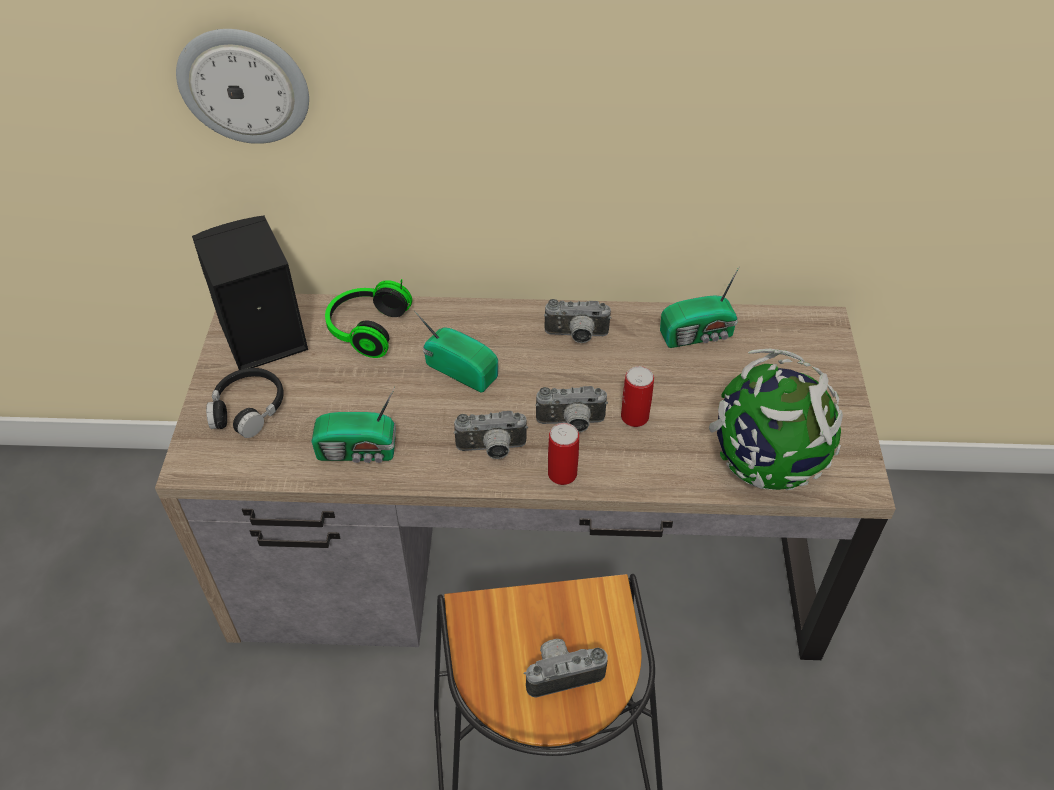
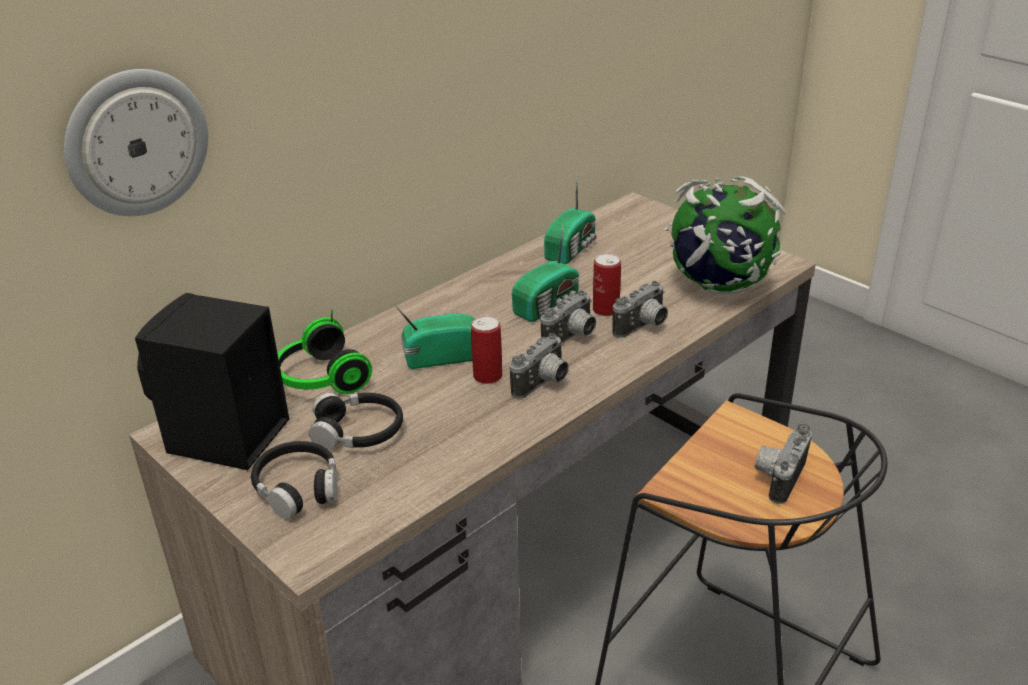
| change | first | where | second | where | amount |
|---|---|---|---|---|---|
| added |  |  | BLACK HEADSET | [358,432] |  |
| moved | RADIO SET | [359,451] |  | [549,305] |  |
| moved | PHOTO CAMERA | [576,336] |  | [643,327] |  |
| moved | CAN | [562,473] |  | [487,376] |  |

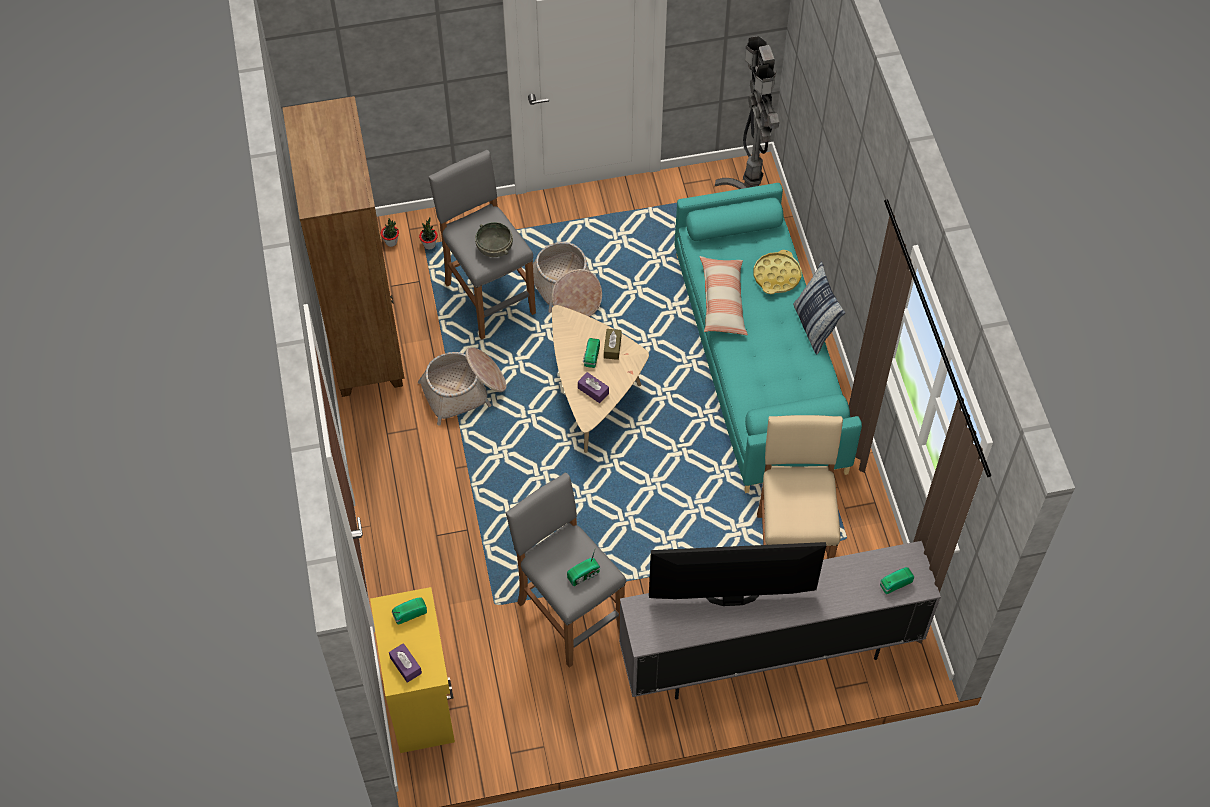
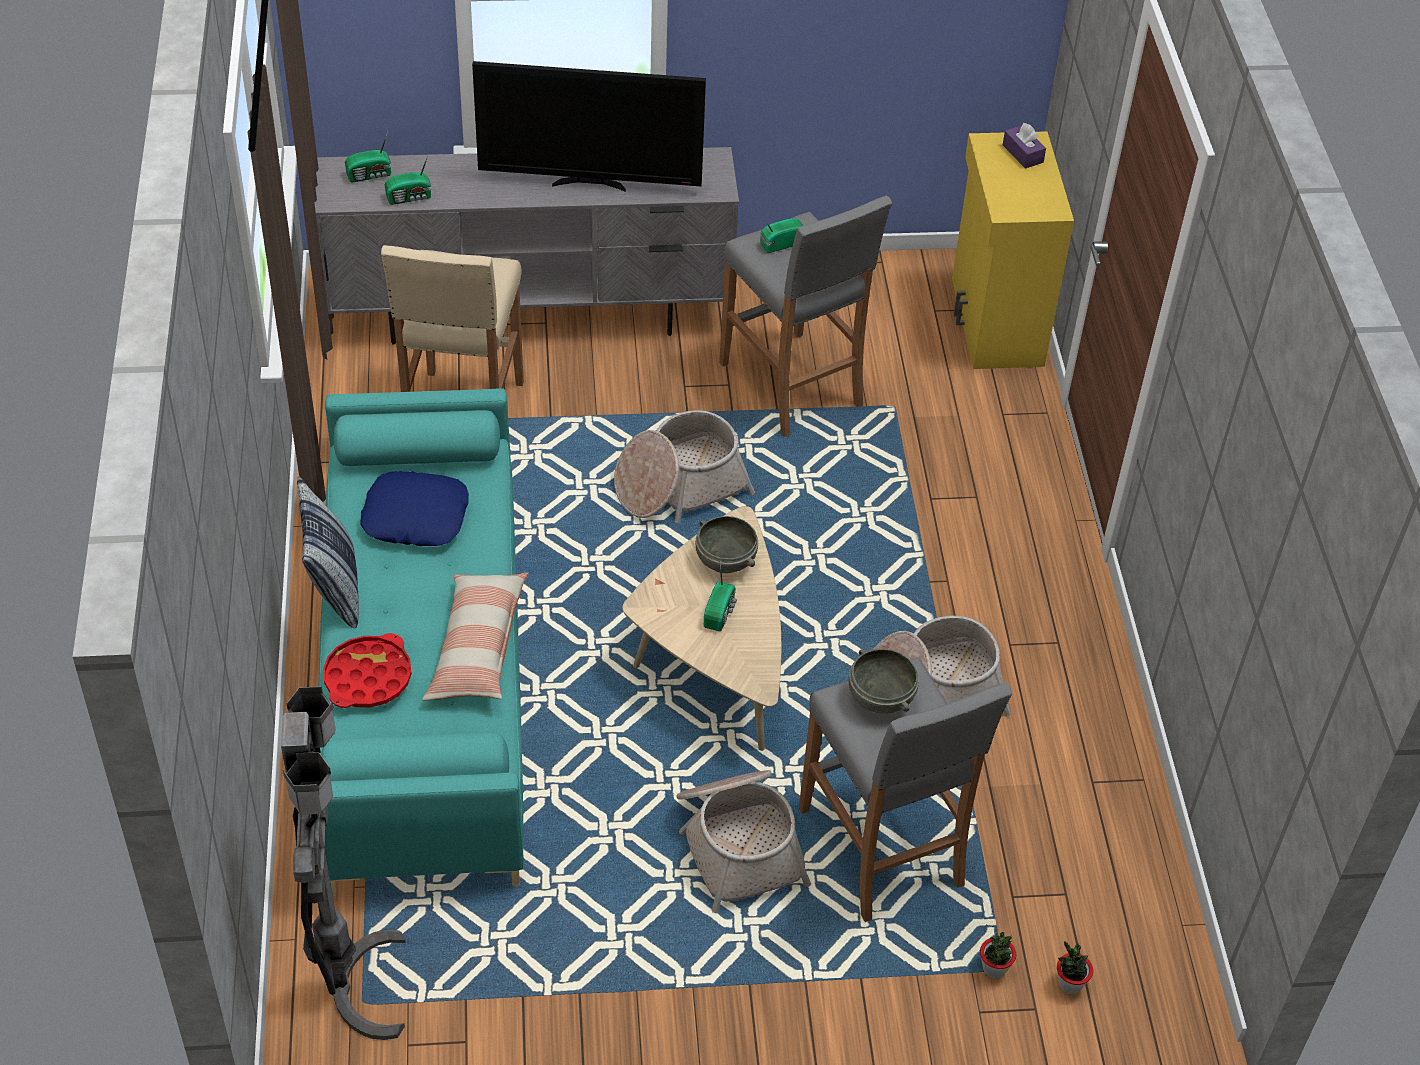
| change | first | where | second | where | amount |
|---|---|---|---|---|---|
| removed | BROWN SHELVING UNIT | [365,339] |  |  |  |
| removed | BROWN TISSUE BOX | [612,347] |  |  |  |
| added |  |  | BLUE CUSHION | [416,516] |  |
| added |  |  | STORAGE BASKET | [679,485] |  |
| moved | RADIO SET | [408,613] |  | [410,197] |  |
| replaced | PURPLE-COLOURED TISSUE BOX | [593,391] | GREY SERVING BOWL | [724,561] |  |
| recoloured | YELLOWISH TRAY | [777,276] | REDDISH TRAY | [368,677] |  |

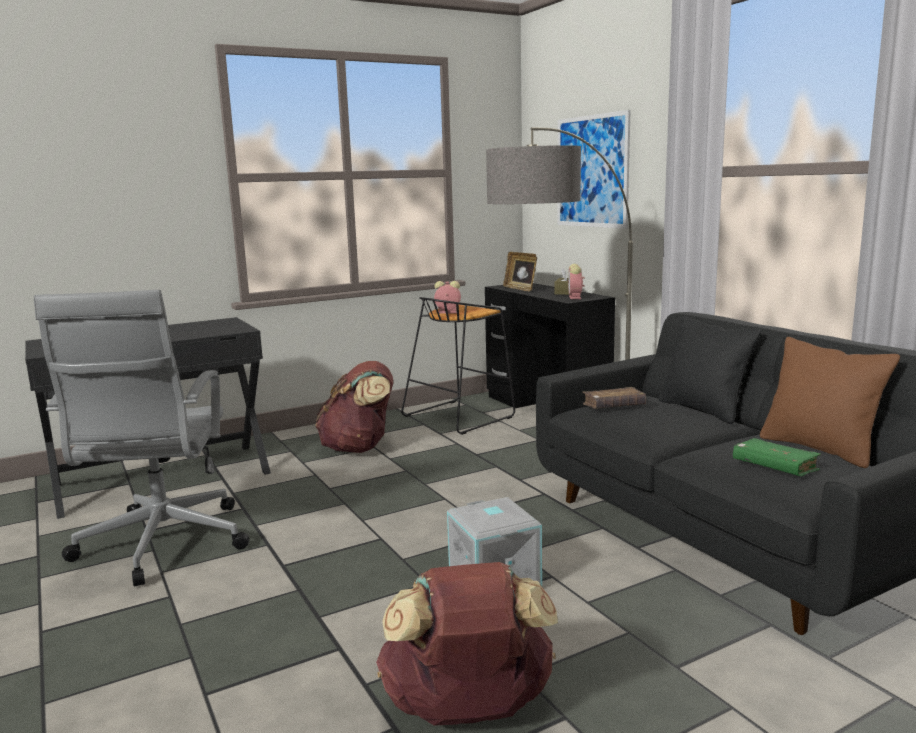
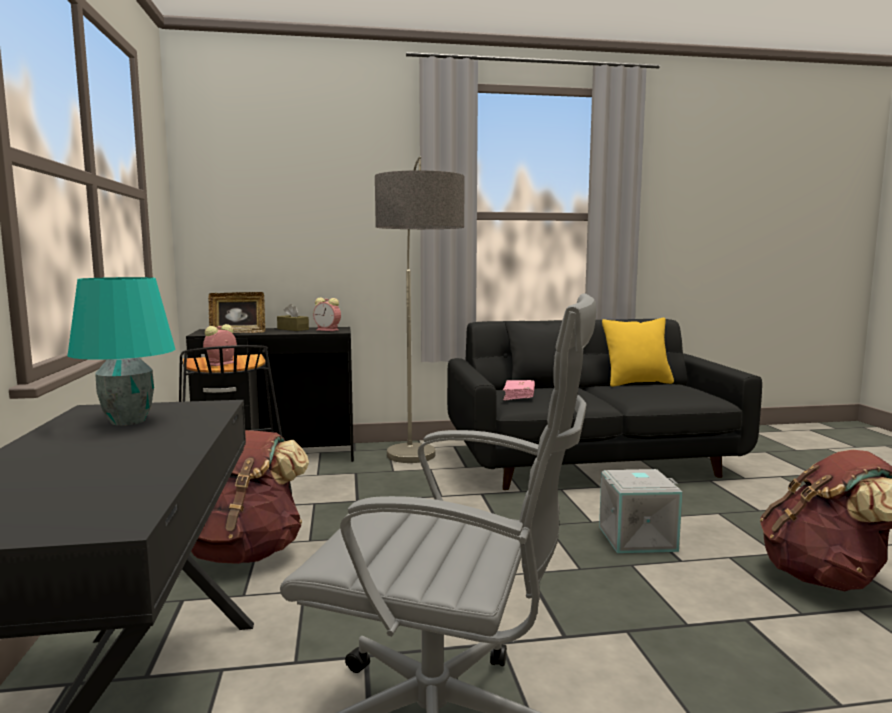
| change | first | where | second | where | amount |
|---|---|---|---|---|---|
| removed | WALL ART | [592,171] |  |  |  |
| removed | GREEN-COLOURED VOLUME | [774,467] |  |  |  |
| added |  |  | TURQUOISE TABLE LAMP | [128,422] |  |
| recoloured | BROWN VOLUME | [613,406] | PINKISH VOLUME | [519,396] |  |
| recoloured | BROWN CUSHION | [819,449] | YELLOWISH CUSHION | [637,383] |  |

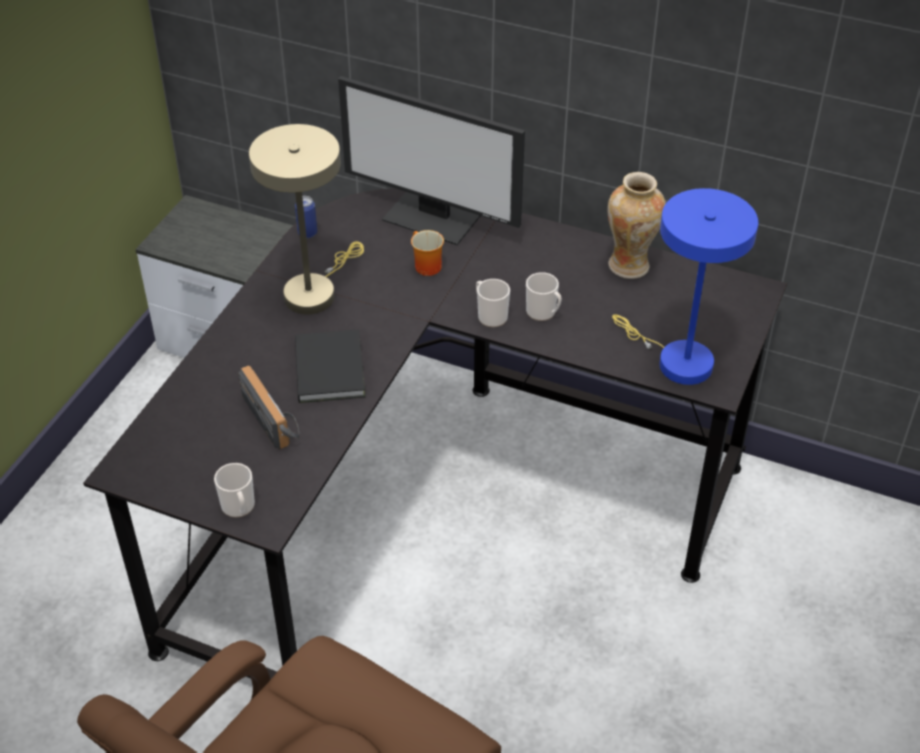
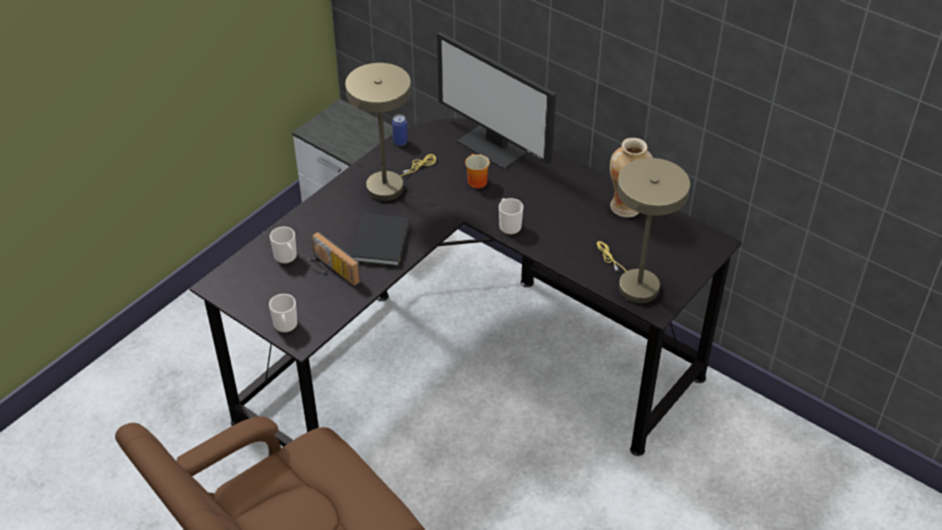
| change | first | where | second | where | amount |
|---|---|---|---|---|---|
| moved | COFFEE MUG | [543,313] |  | [286,257] |  |
| recoloured | BLUE TABLE LAMP | [676,361] | SAND-COLOURED TABLE LAMP | [633,283] |  |
| turned | RADIO SET | [275,419] |  | [330,270] | 150 degrees clockwise |

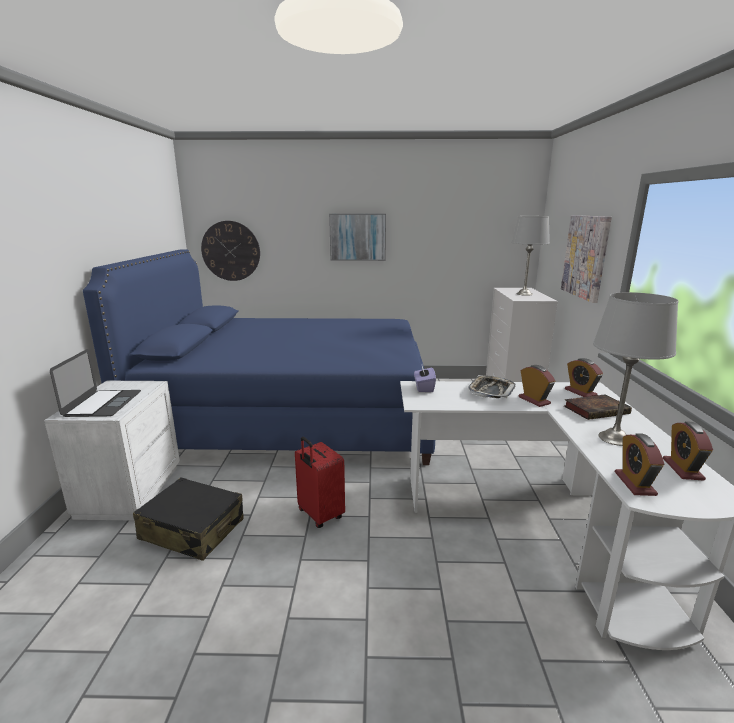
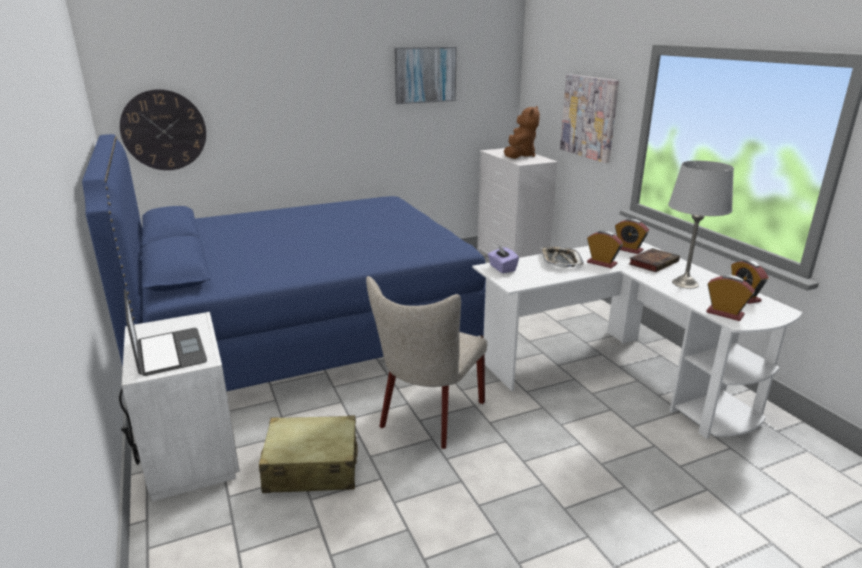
| change | first | where | second | where | amount |
|---|---|---|---|---|---|
| moved | WALL ART | [357,237] |  | [425,75] |  |
| replaced | REDDISH PIECE OF LUGGAGE | [319,515] | SAND-COLOURED CHAIR | [428,417] |  |
| replaced | GREY TABLE LAMP | [524,294] | BROWN PLUSH TOY | [519,156] |  |
| recoloured | BLACK PIECE OF LUGGAGE | [192,529] | SAND-COLOURED PIECE OF LUGGAGE | [311,467] |  |
| turned | TABLE CLOCK | [634,483] |  | [725,314] | 150 degrees clockwise |

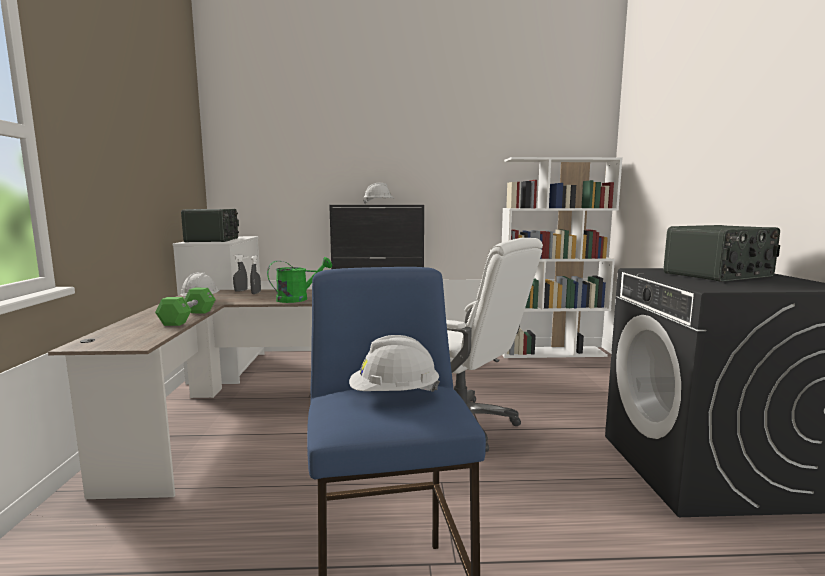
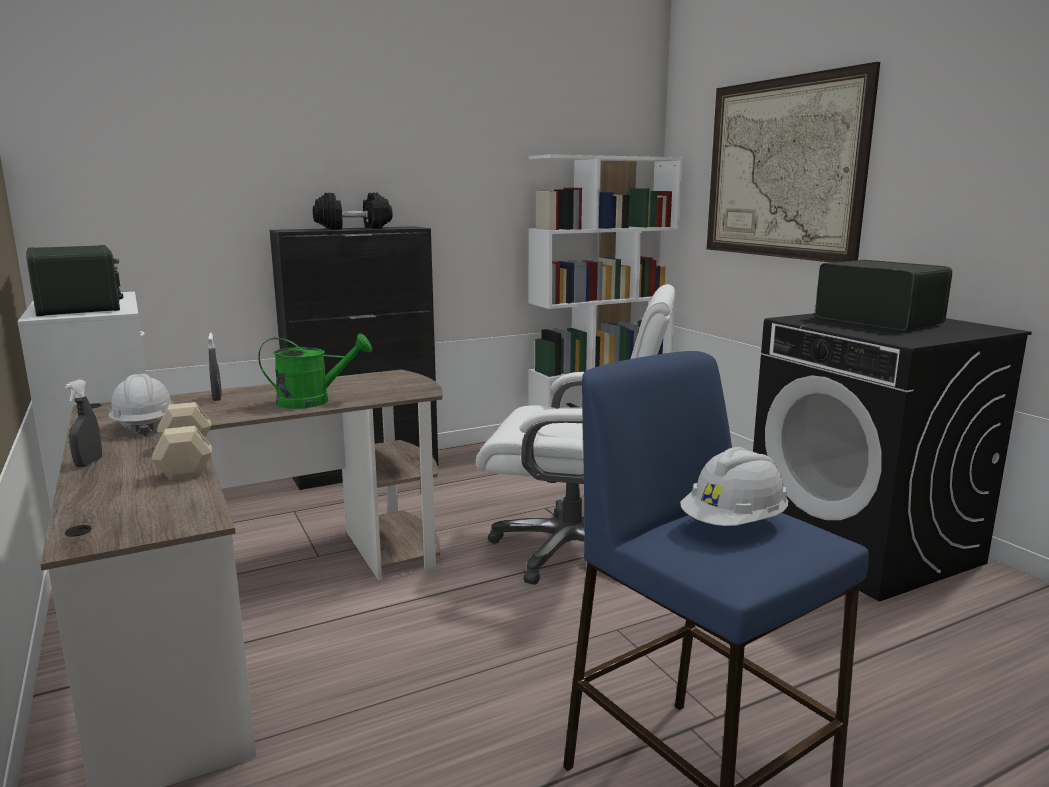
| change | first | where | second | where | amount |
|---|---|---|---|---|---|
| added |  |  | WALL ART | [782,169] |  |
| moved | GREY SPRAYER | [241,290] |  | [89,463] |  |
| replaced | WHITE SAFETY HELMET | [379,204] | BLACK DUMBBELL | [354,228] |  |
| recoloured | GREEN-COLOURED DUMBBELL | [188,317] | SAND-COLOURED DUMBBELL | [186,459] |  |
| turned | GREEN-COLOURED SPRINKLING CAN | [298,299] |  | [313,401] | 45 degrees clockwise |
| turned | RADIO SET | [719,275] |  | [879,321] | 75 degrees counterclockwise |

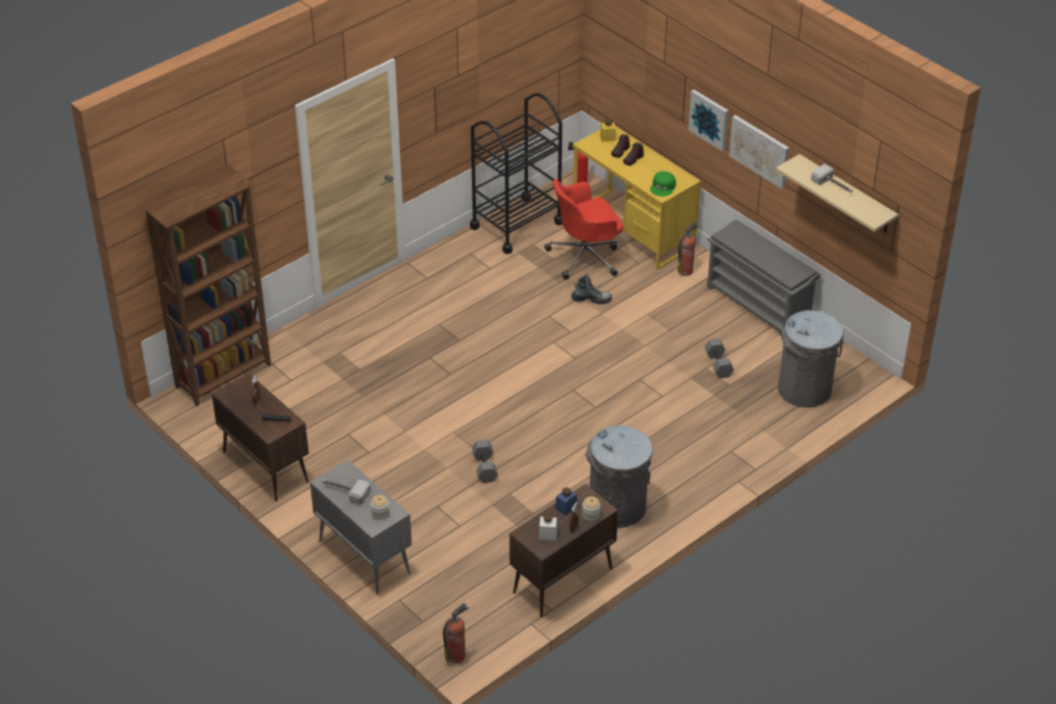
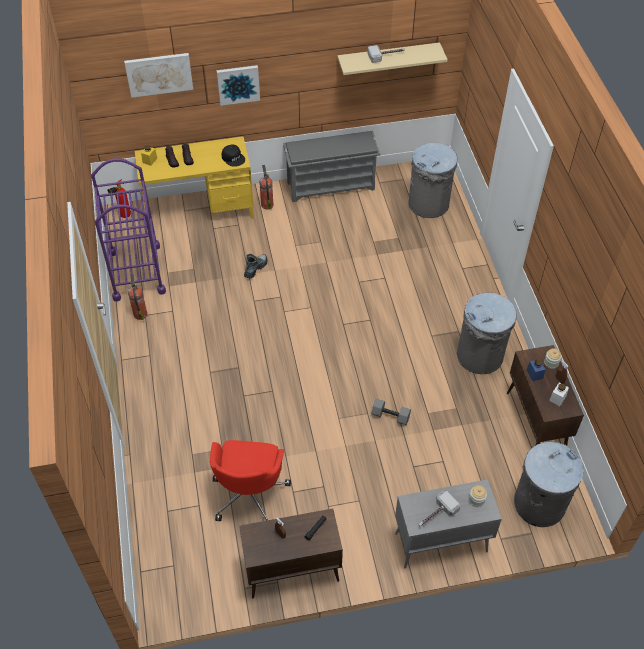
| change | first | where | second | where | amount |
|---|---|---|---|---|---|
| removed | BROWN SHELVING UNIT | [224,376] |  |  |  |
| removed | GREY DUMBBELL | [719,365] |  |  |  |
| added |  |  | GREY TRASH CAN | [539,503] |  |
| moved | FIRE EXTINGUISHER | [457,655] |  | [140,313] |  |
| moved | REDDISH OFFICE CHAIR | [585,257] |  | [249,493] |  |
| moved | WALL ART | [760,150] |  | [159,74] |  |
| recoloured | BLACK TROLLEY | [516,225] | PURPLE-COLOURED TROLLEY | [136,272] |  |
| recoloured | GREEN-COLOURED CAP | [663,187] | BLACK CAP | [233,158] |  |

